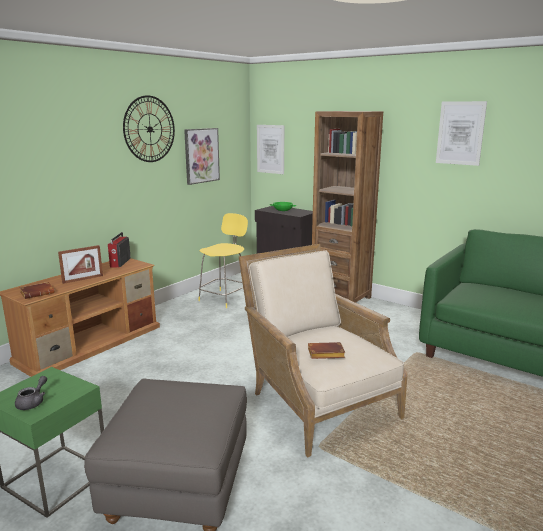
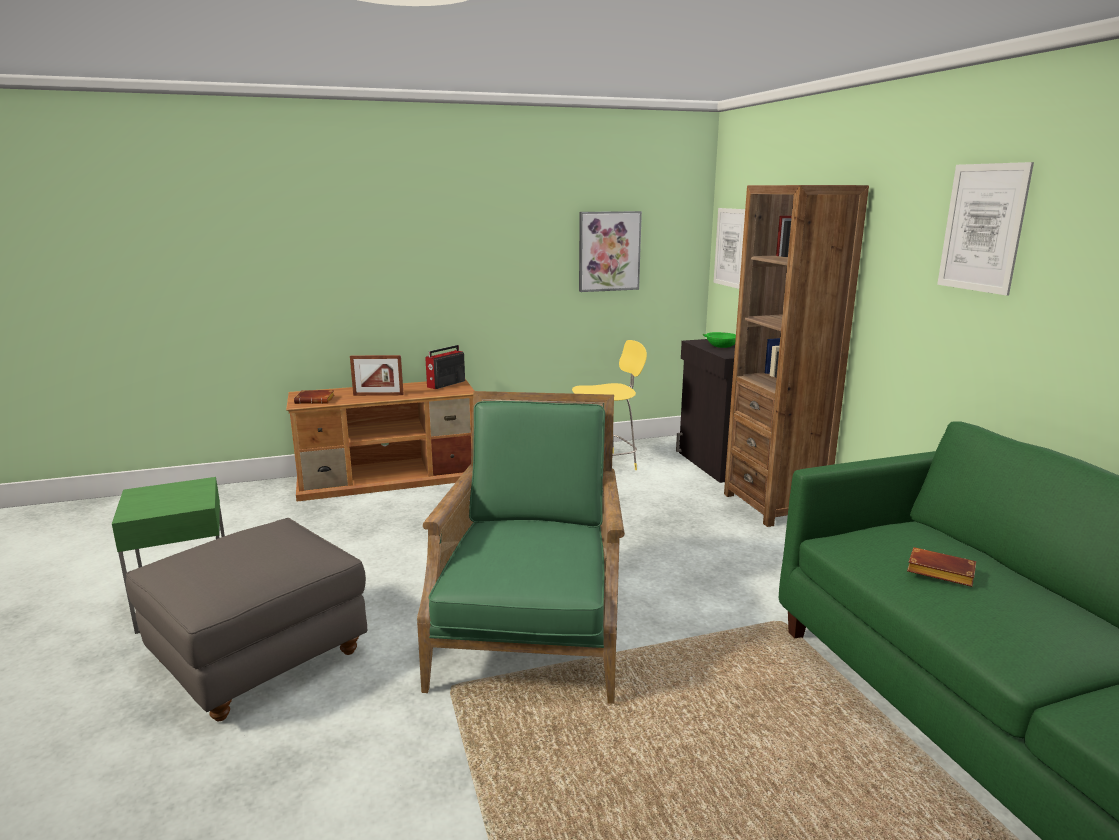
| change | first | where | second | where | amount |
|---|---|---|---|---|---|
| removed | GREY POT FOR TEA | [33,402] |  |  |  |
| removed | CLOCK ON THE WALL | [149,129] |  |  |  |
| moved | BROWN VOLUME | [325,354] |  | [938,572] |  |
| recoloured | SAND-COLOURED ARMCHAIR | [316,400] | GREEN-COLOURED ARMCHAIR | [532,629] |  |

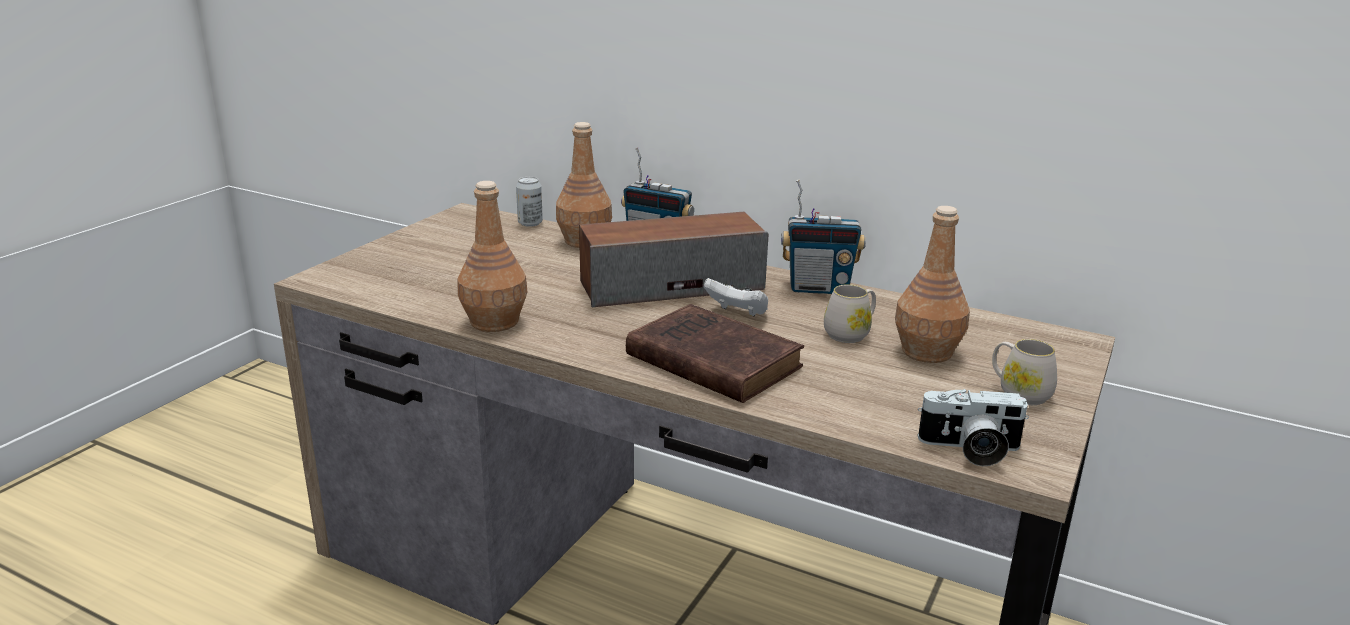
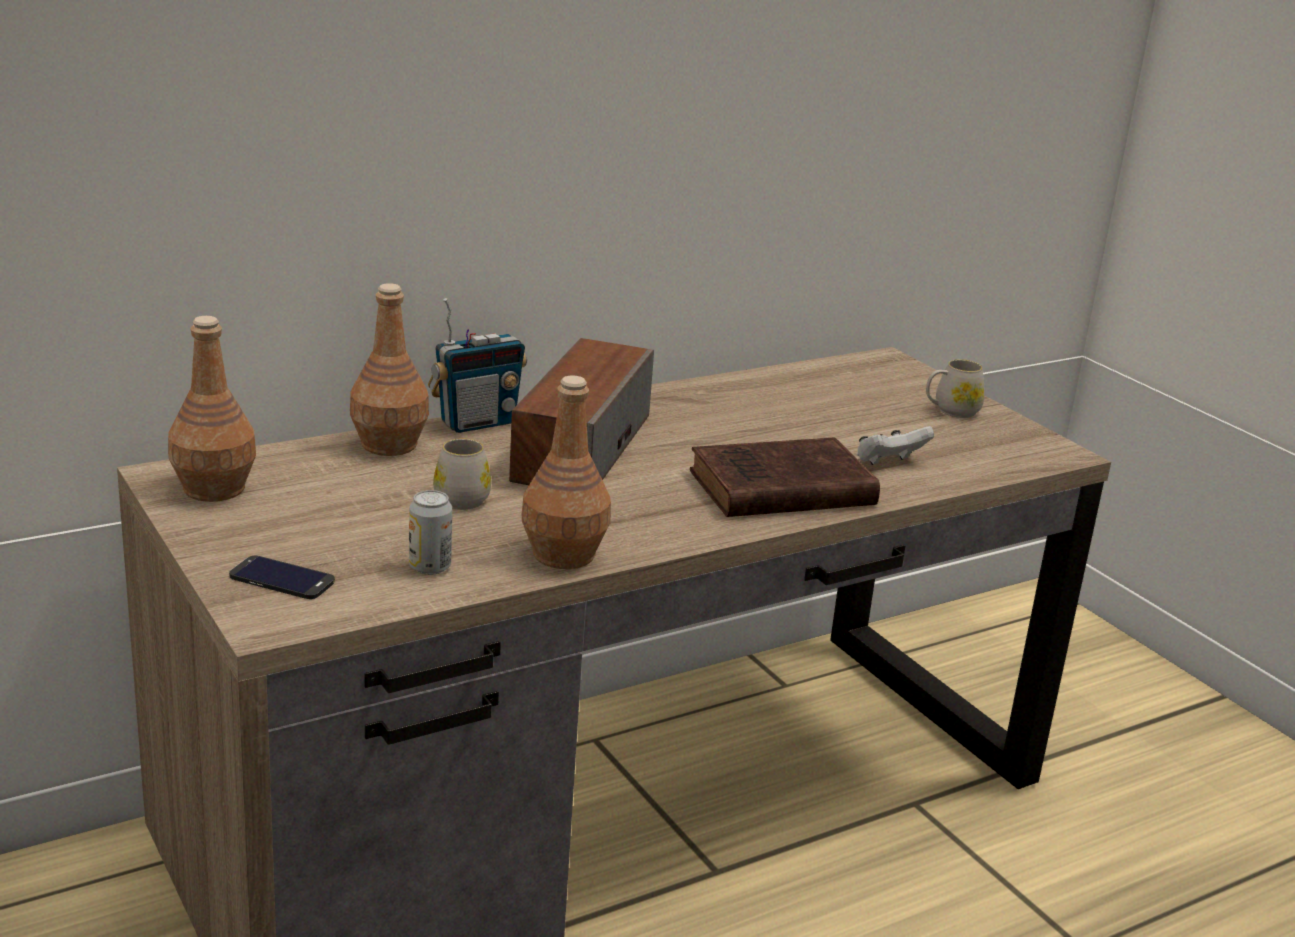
| change | first | where | second | where | amount |
|---|---|---|---|---|---|
| removed | RADIO SET | [818,288] |  |  |  |
| removed | PHOTO CAMERA | [970,450] |  |  |  |
| added |  |  | PHONE | [282,579] |  |
| moved | CAN | [530,223] |  | [430,567] |  |
| moved | WHITE JOYPAD | [737,313] |  | [889,463] |  |
| moved | WHITE COFFEE MUG | [850,333] |  | [462,496] |  |
| moved | BROWN BEVERAGE BOTTLE | [927,352] |  | [215,489] |  |

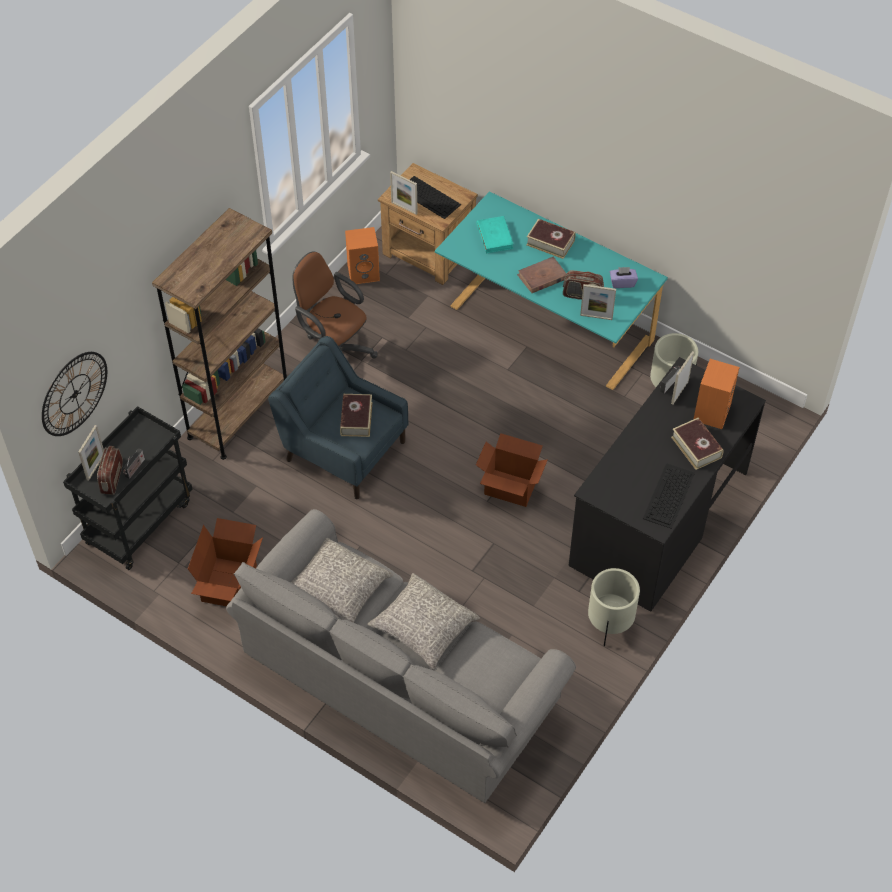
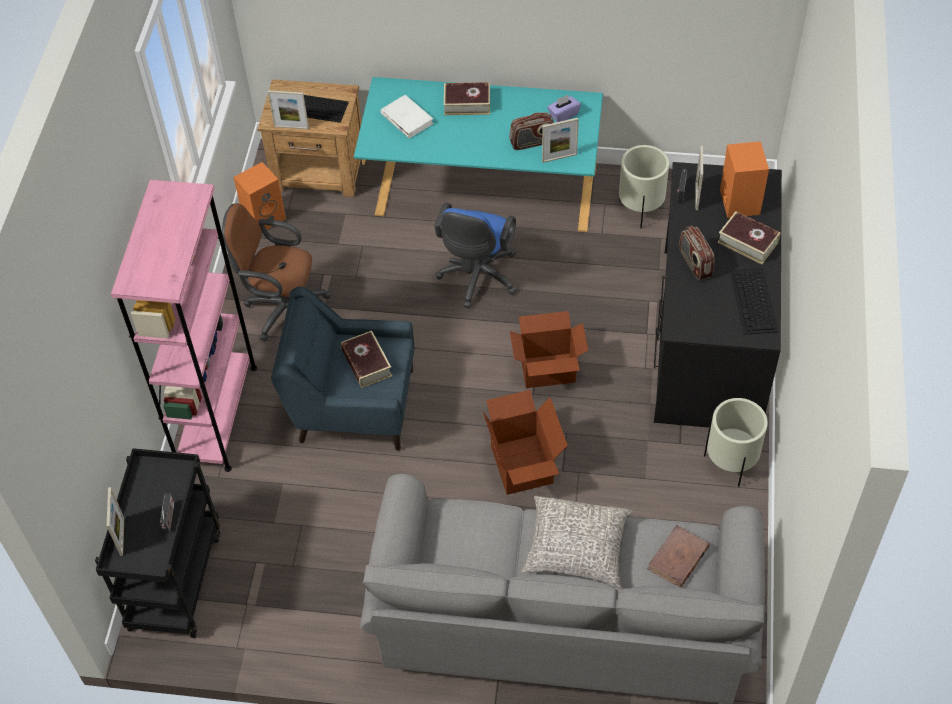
| change | first | where | second | where | amount |
|---|---|---|---|---|---|
| removed | CLOCK ON THE WALL | [74,393] |  |  |  |
| removed | GREY CUSHION | [338,588] |  |  |  |
| added |  |  | BLUE OFFICE CHAIR | [477,279] |  |
| moved | RADIO SET | [111,478] |  | [694,263] |  |
| moved | PACKING BOX | [230,584] |  | [523,464] |  |
| moved | BROWN VOLUME | [542,277] |  | [678,558] |  |
| recoloured | BROWN SHELVING UNIT | [238,413] | PINKISH SHELVING UNIT | [217,415] |  |
| recoloured | TURQUOISE VOLUME | [494,236] | WHITE VOLUME | [407,119] |  |

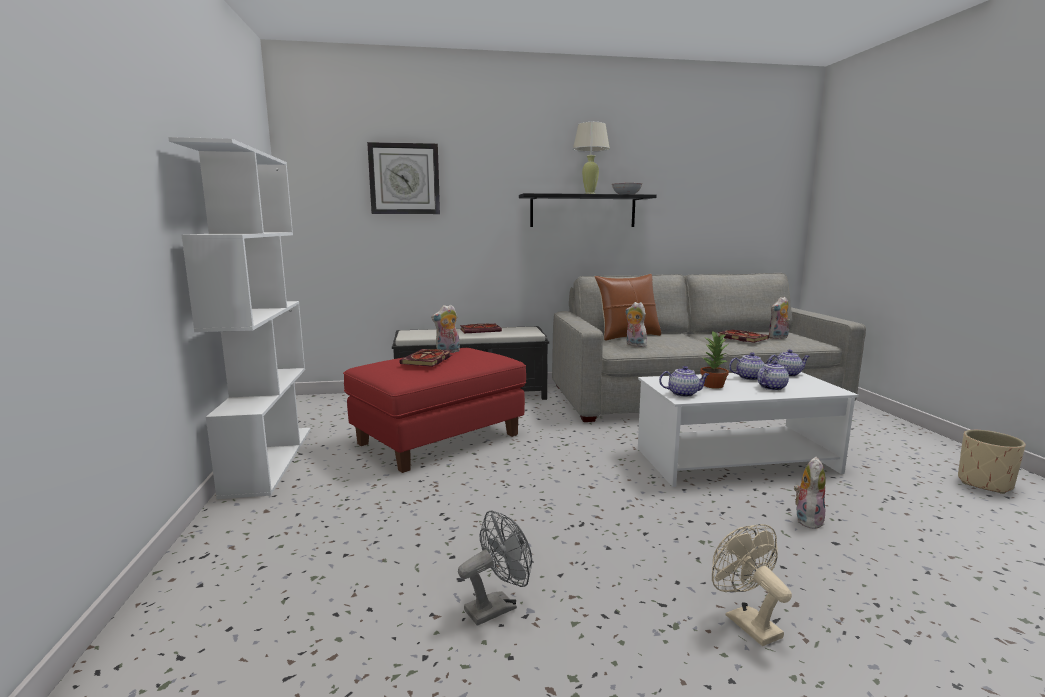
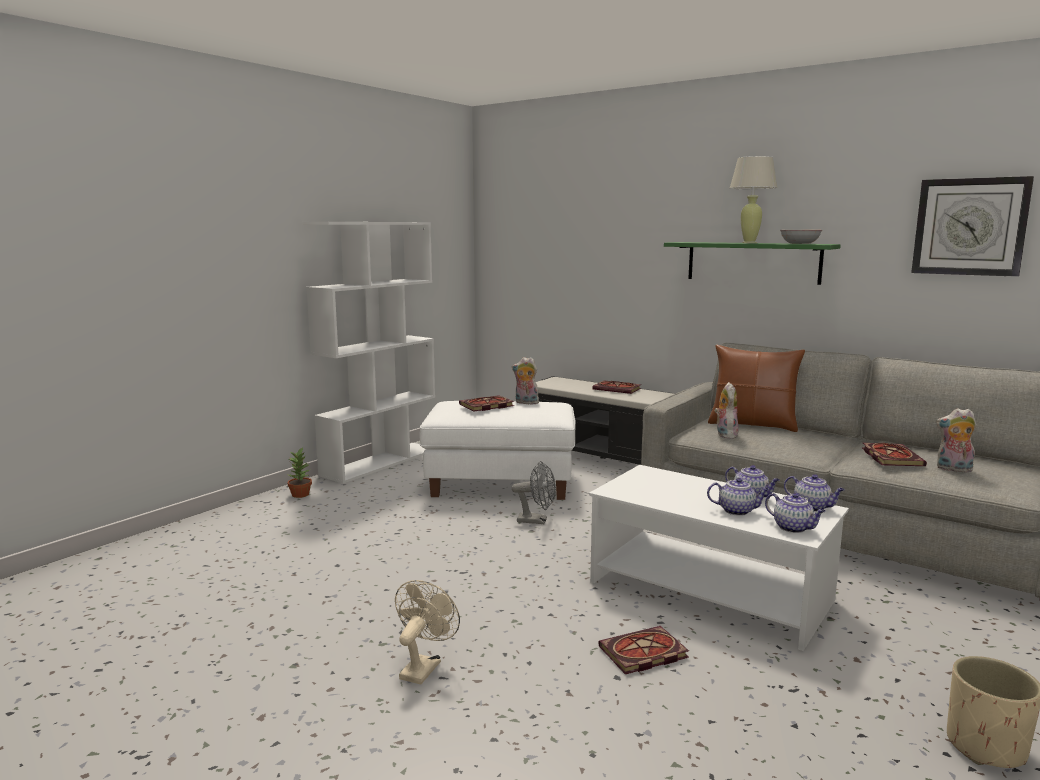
| change | first | where | second | where | amount |
|---|---|---|---|---|---|
| moved | CLOCK ON THE WALL | [404,179] |  | [970,227] |  |
| moved | GREY COOLING FAN | [497,606] |  | [537,521] |  |
| moved | POT FOR TEA | [683,394] |  | [793,528] |  |
| moved | POTTED PLANT | [713,385] |  | [301,494] |  |
| replaced | PLUSH TOY | [807,519] | VOLUME | [642,654] |  |
| recoloured | REDDISH OTTOMAN | [439,438] | WHITE OTTOMAN | [501,483] |  |
| recoloured | BLACK BRACKET SHELF | [583,211] | GREEN-COLOURED BRACKET SHELF | [752,262] |  |

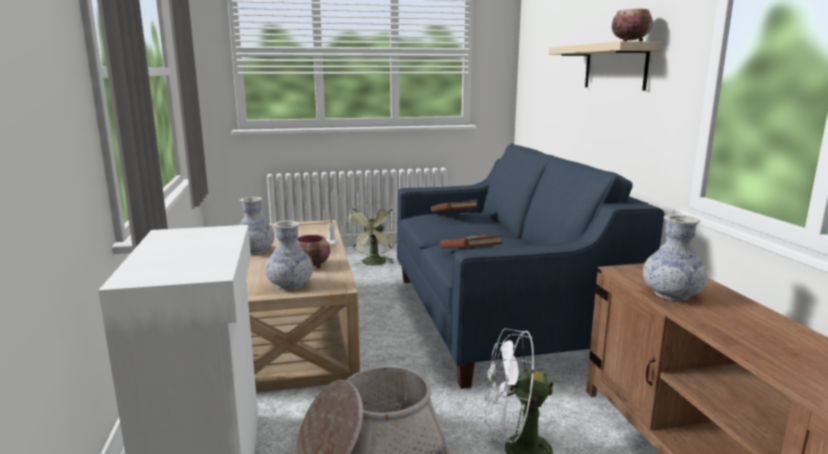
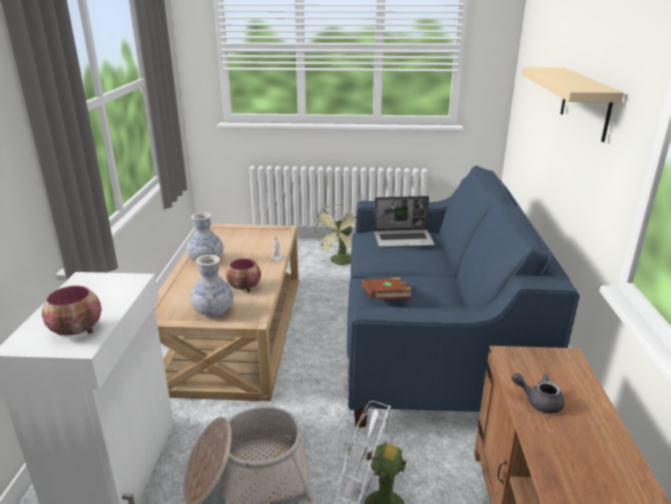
| change | first | where | second | where | amount |
|---|---|---|---|---|---|
| moved | SERVING BOWL | [631,41] |  | [78,331] |  |
| replaced | BROWN VOLUME | [454,217] | LAPTOP | [403,239] |  |
| replaced | VASE | [671,294] | GREY POT FOR TEA | [538,401] |  |

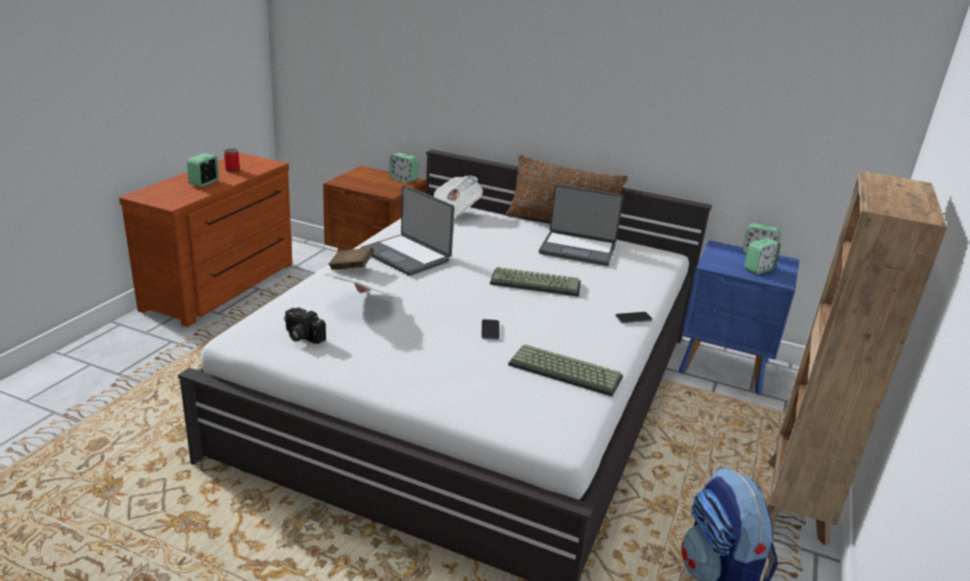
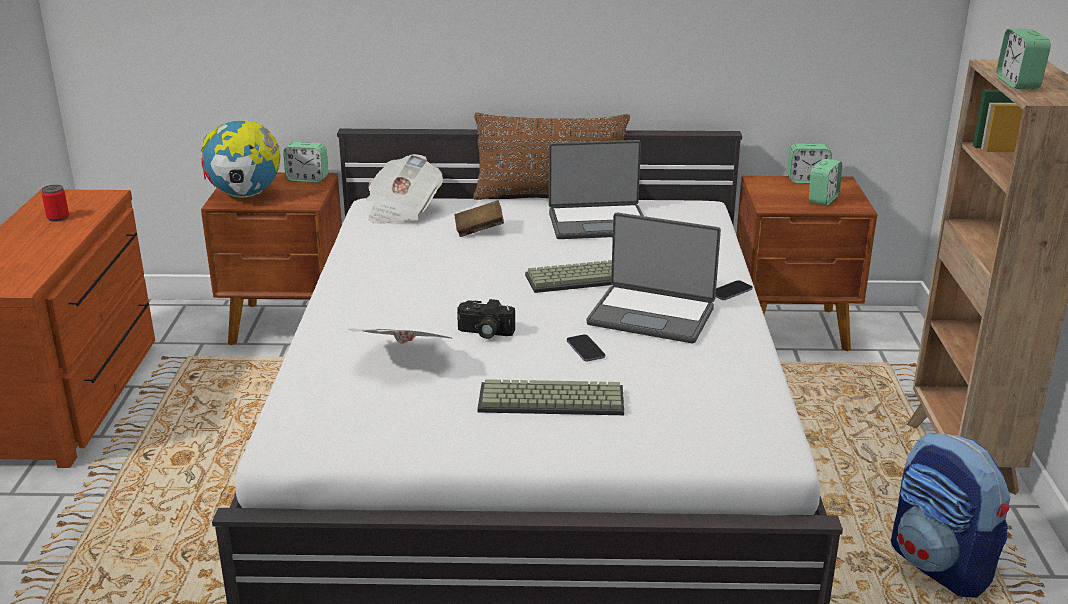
| change | first | where | second | where | amount |
|---|---|---|---|---|---|
| added |  |  | GLOBE | [245,195] |  |
| moved | TABLE CLOCK | [204,183] |  | [1018,83] |  |
| moved | PHOTO CAMERA | [301,336] |  | [484,333] |  |
| moved | BROWN VOLUME | [351,268] |  | [479,230] |  |
| moved | LAPTOP | [407,256] |  | [652,315] |  |
| moved | COMPUTER KEYBOARD | [563,372] |  | [549,401] |  |
| recoloured | BLUE NIGHT TABLE | [724,368] | BROWN NIGHT TABLE | [793,330] |  |

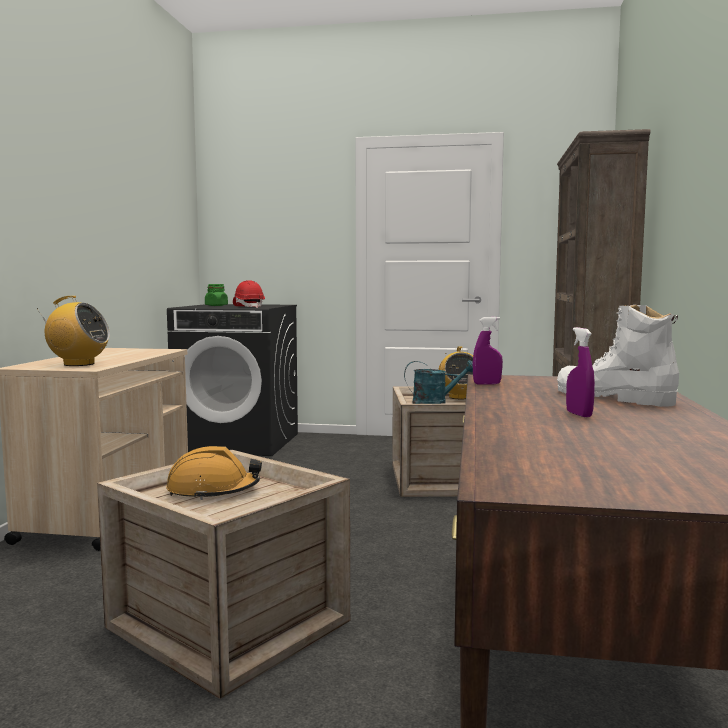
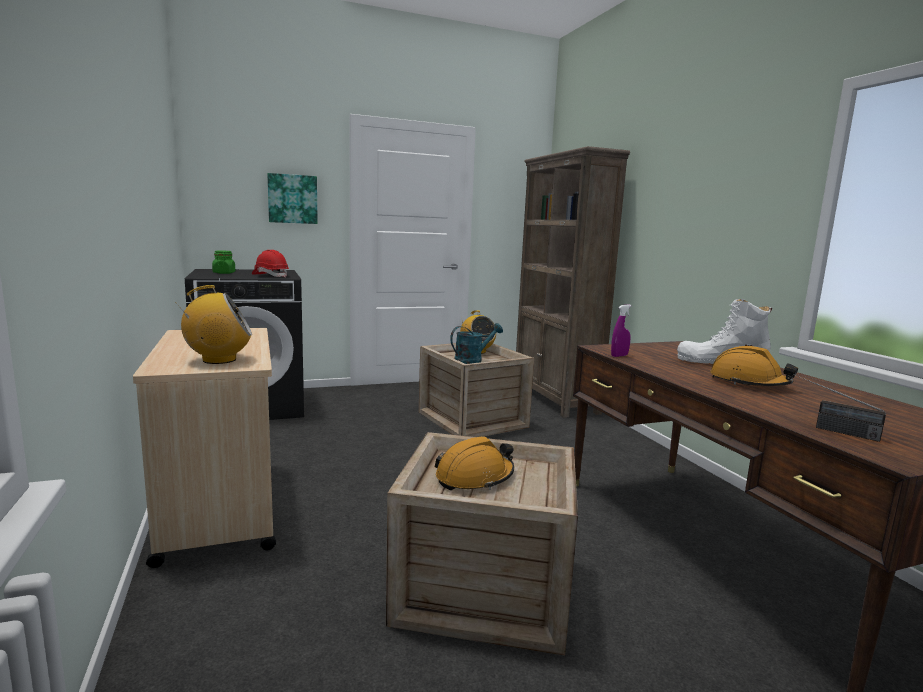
| change | first | where | second | where | amount |
|---|---|---|---|---|---|
| added |  |  | WALL ART | [292,199] |  |
| added |  |  | RADIO SET | [830,429] |  |
| replaced | PURPLE-COLOURED SPRAYER | [579,414] | ORANGE-COLOURED SAFETY HELMET | [748,383] |  |

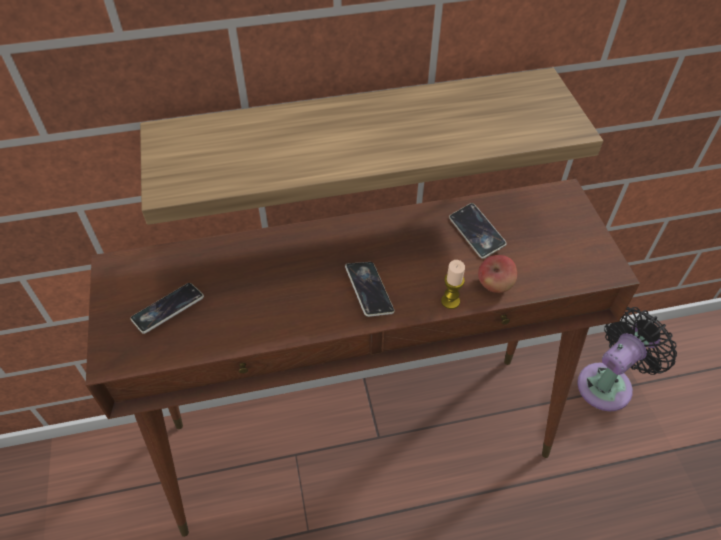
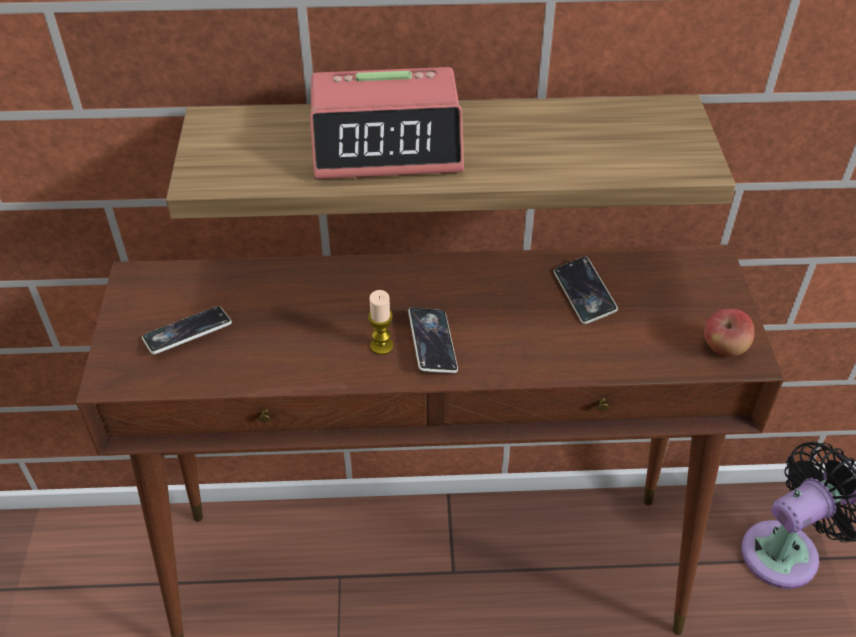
| change | first | where | second | where | amount |
|---|---|---|---|---|---|
| added |  |  | TABLE CLOCK | [387,142] |  |
| moved | WAX CANDLE | [450,301] |  | [381,346] |  |
| moved | APPLE | [495,285] |  | [724,348] |  |

